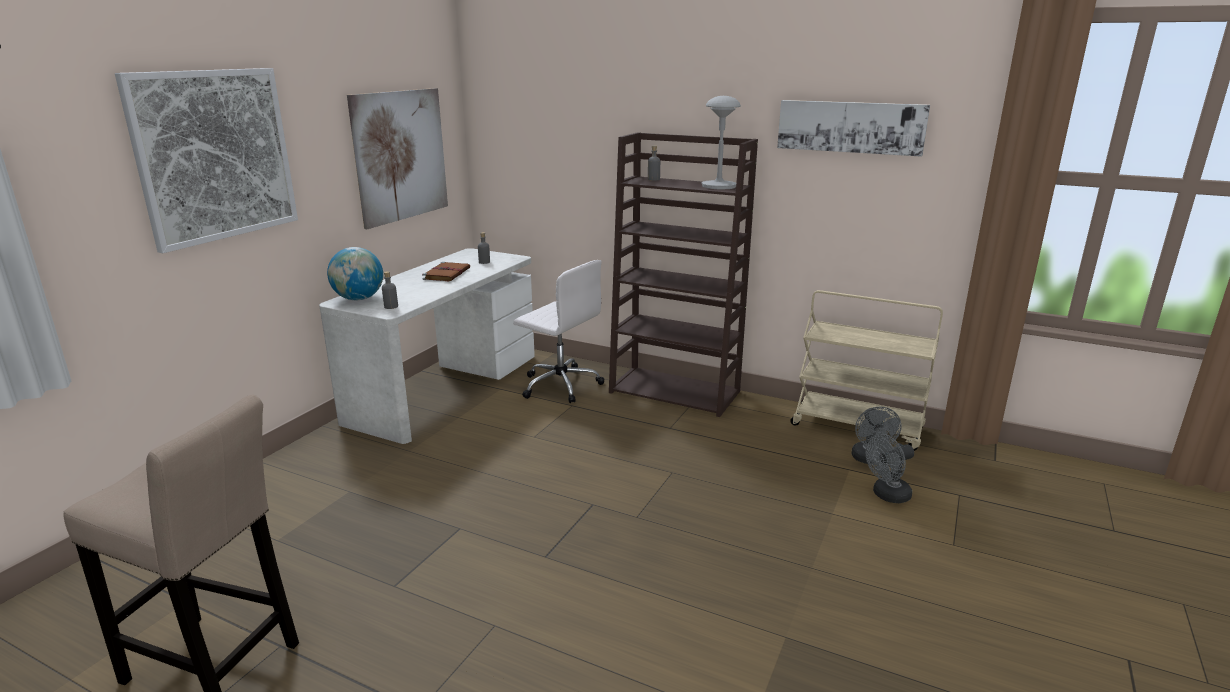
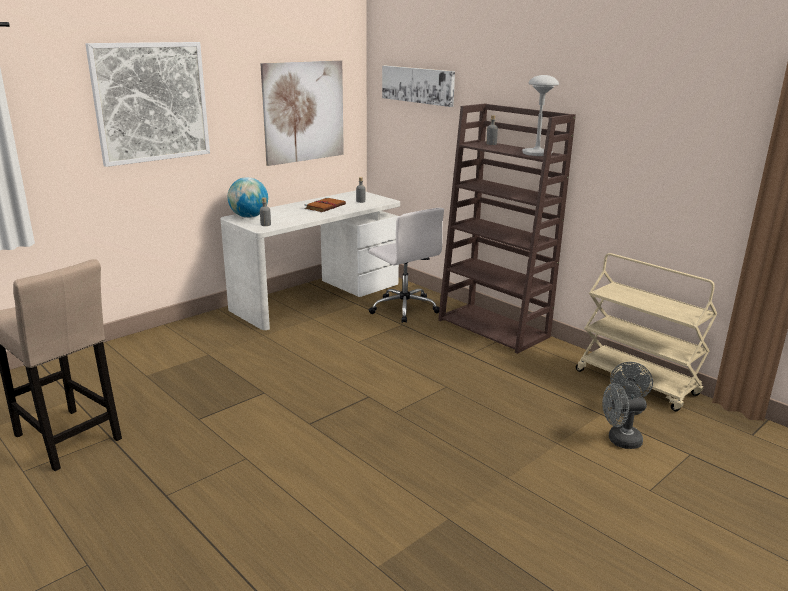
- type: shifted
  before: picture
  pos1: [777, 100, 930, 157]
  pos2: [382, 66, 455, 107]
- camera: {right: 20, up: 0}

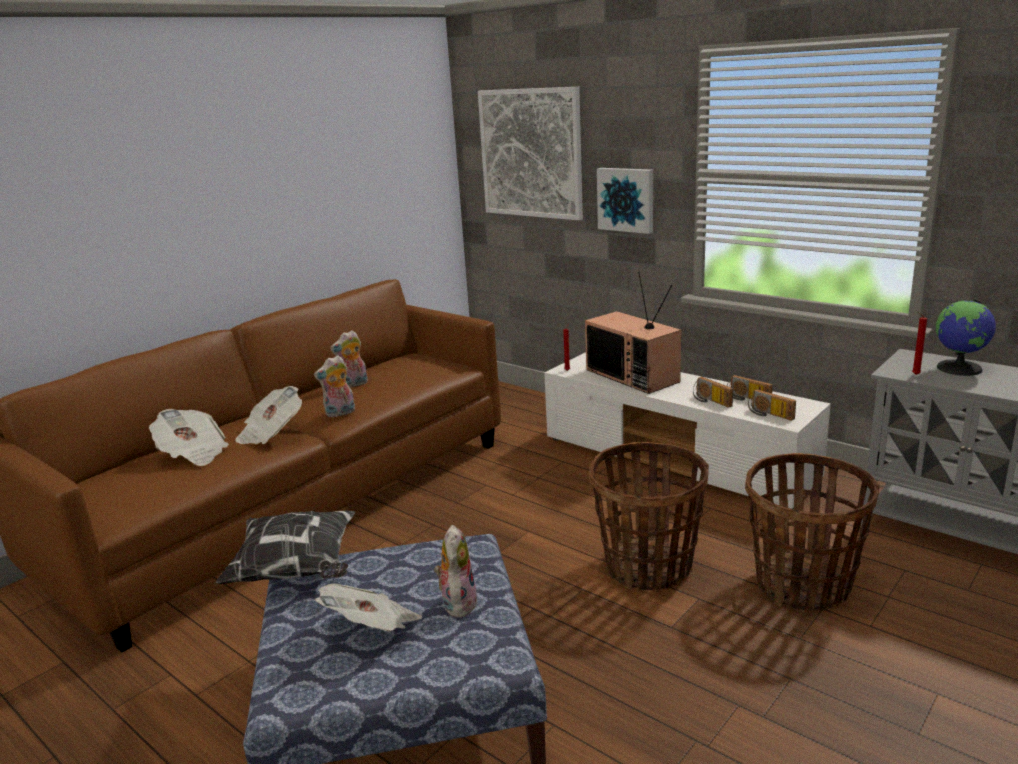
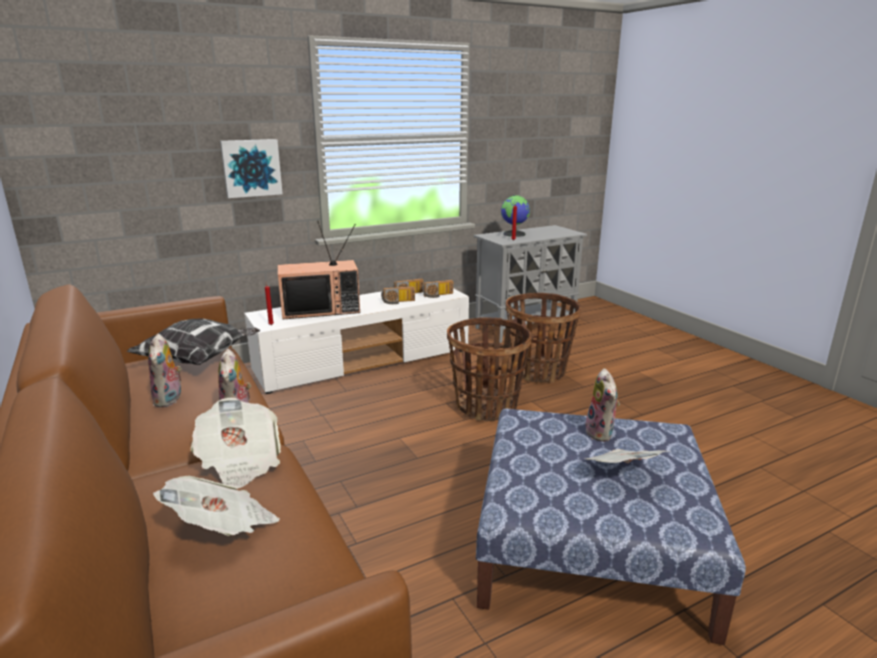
- type: shifted
  before: pillow
  pos1: [215, 510, 355, 584]
  pos2: [126, 318, 260, 365]
- type: rotated
  before: plush toy
  pos1: [434, 525, 478, 618]
  pos2: [585, 368, 620, 442]
  turn: -120
- type: gone
  before: picture
  pos1: [478, 87, 583, 220]
- camera: {right: -70, up: 0}

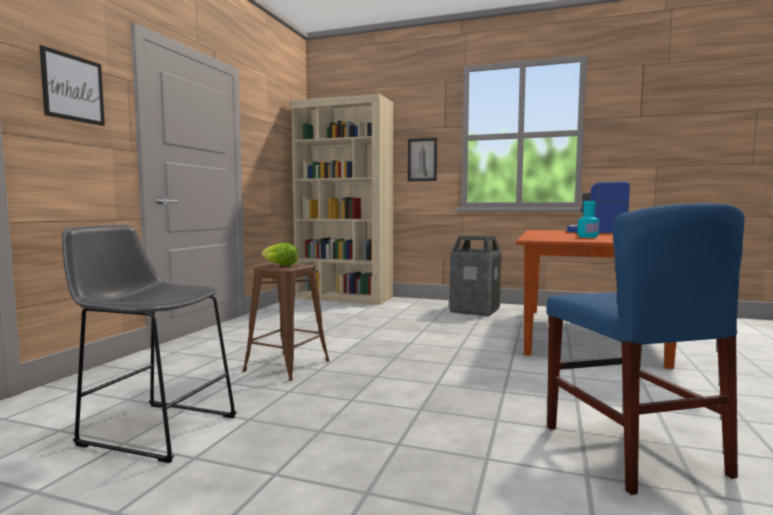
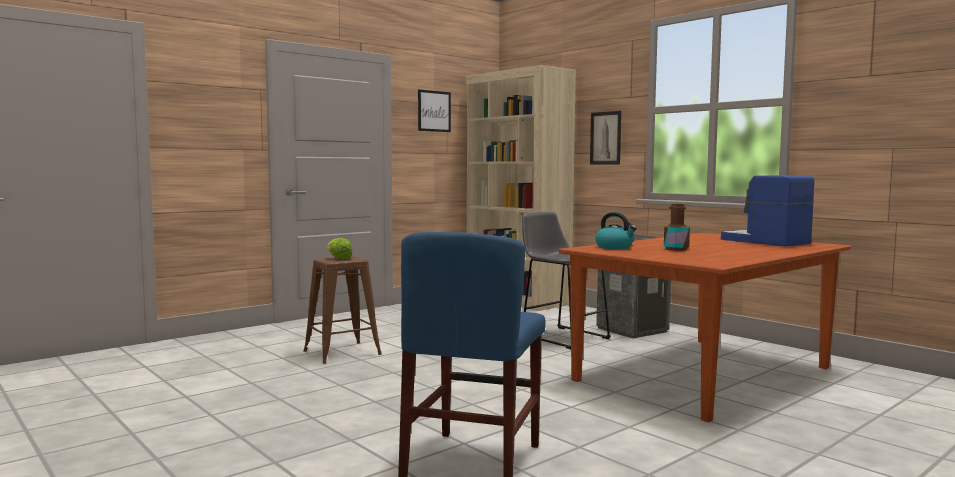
- type: shifted
  before: picture
  pos1: [39, 45, 105, 126]
  pos2: [418, 89, 451, 132]
- type: shifted
  before: grey stool
  pos1: [62, 225, 237, 463]
  pos2: [522, 212, 611, 349]
- type: repainted
  before: turquoise bottle
  after: brown bottle
  pos1: [578, 201, 600, 238]
  pos2: [664, 204, 690, 251]
- type: new
  after: kettle
  pos2: [595, 212, 637, 249]
- camera: {right: 30, up: 0}

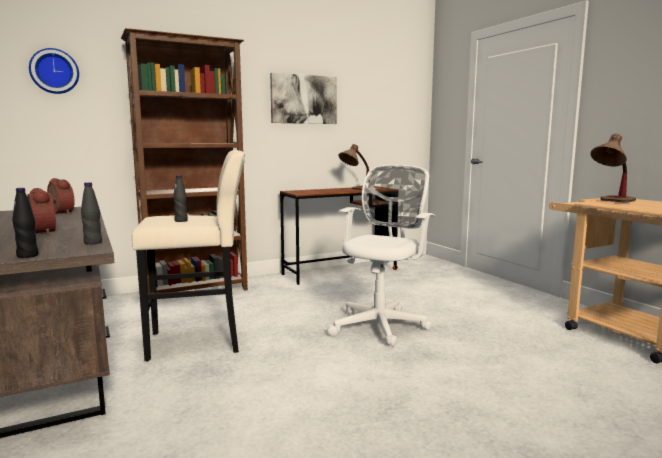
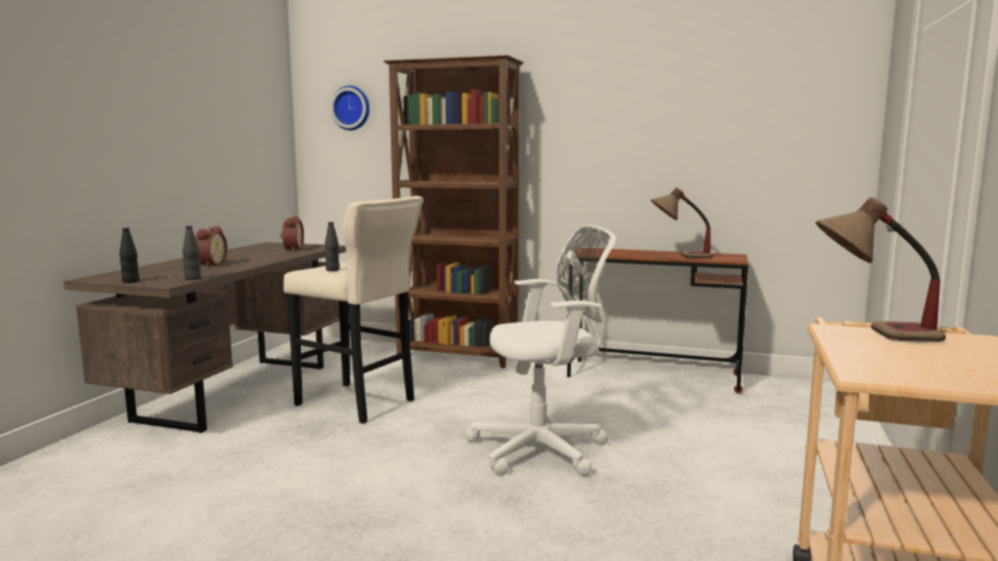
- type: gone
  before: picture
  pos1: [270, 73, 337, 124]
- camera: {right: 45, up: 0}

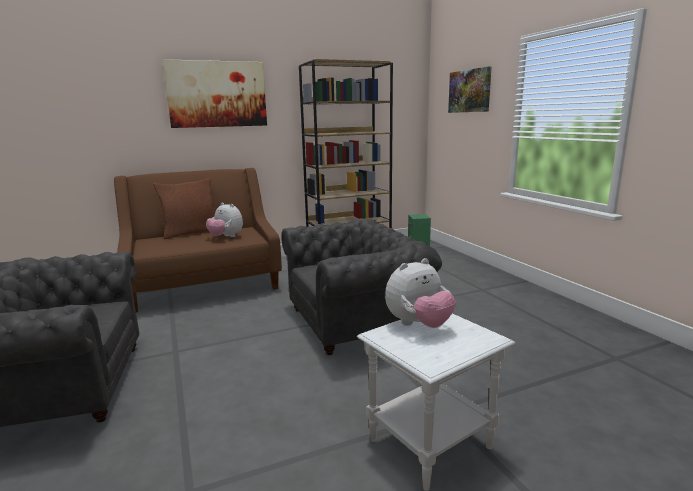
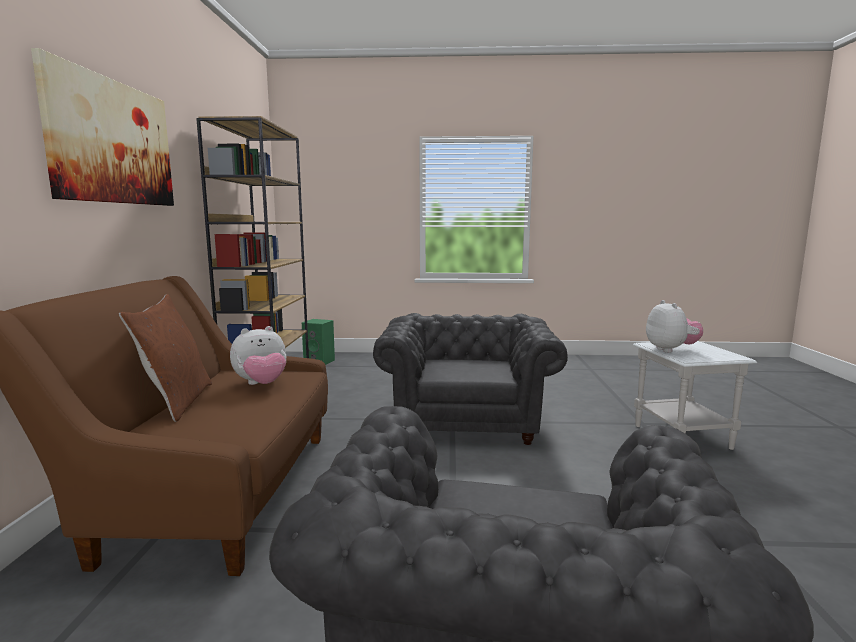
- type: gone
  before: picture
  pos1: [448, 66, 492, 113]
- camera: {right: -65, up: -5}

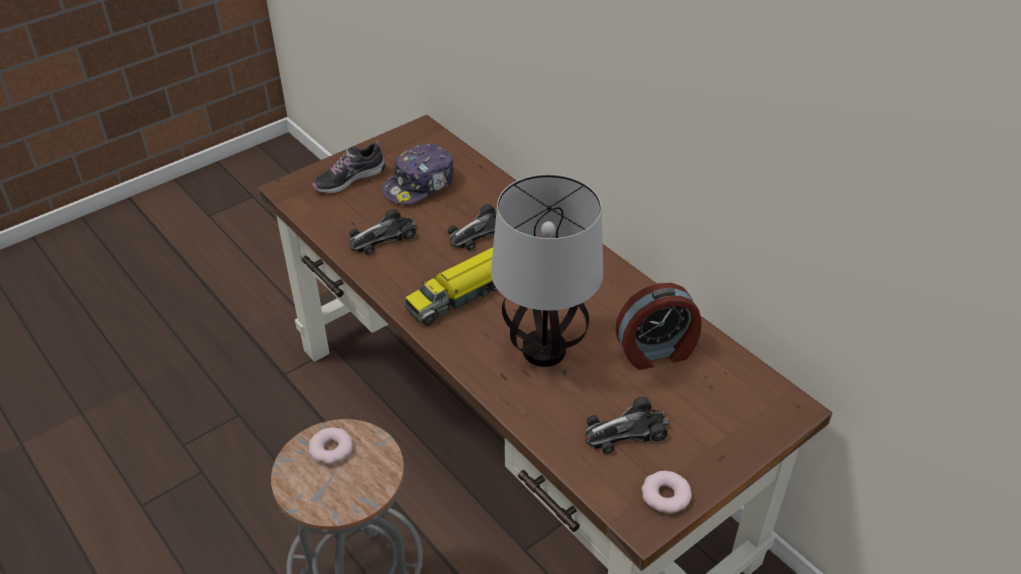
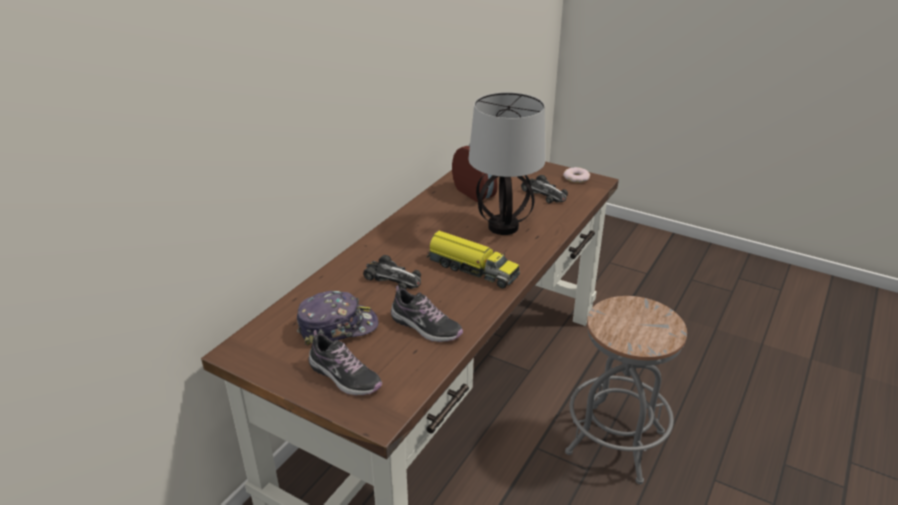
- type: gone
  before: donut
  pos1: [309, 427, 353, 465]
- type: swapped
  before: toy car
  after: shoe
  pos1: [349, 209, 417, 255]
  pos2: [391, 285, 463, 342]
- type: rotated
  before: cap
  pos1: [382, 144, 454, 205]
  pos2: [297, 291, 379, 345]
  turn: -45
- camera: {right: -110, up: -10}

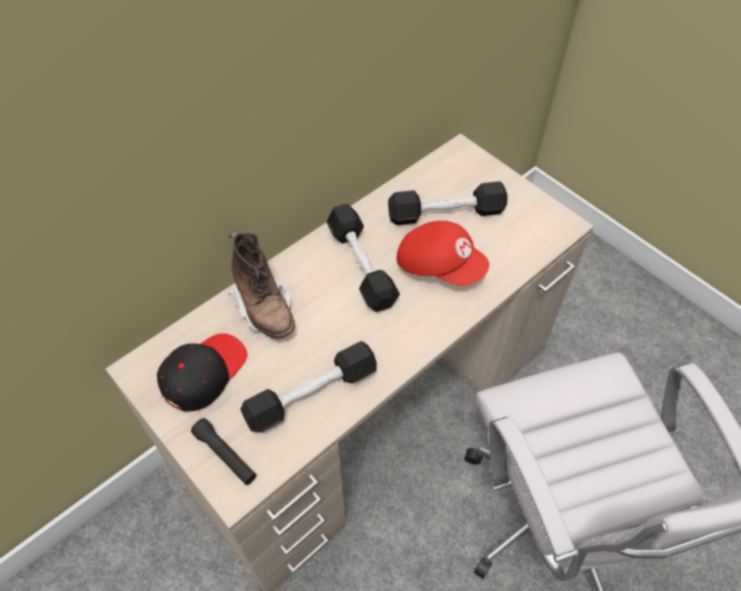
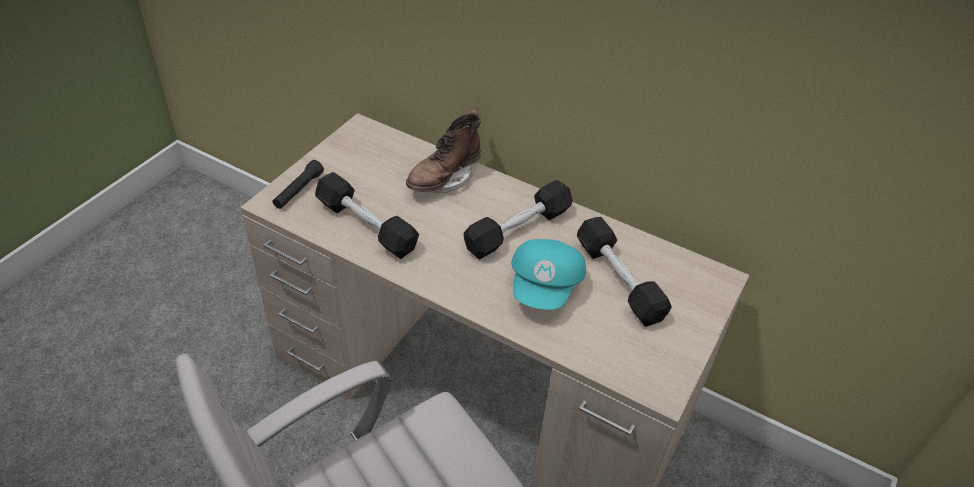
- type: gone
  before: black cap
  pos1: [157, 333, 247, 412]
- type: repainted
  before: red cap
  after: turquoise cap
  pos1: [397, 221, 489, 286]
  pos2: [511, 239, 586, 310]
- camera: {right: 70, up: -10}

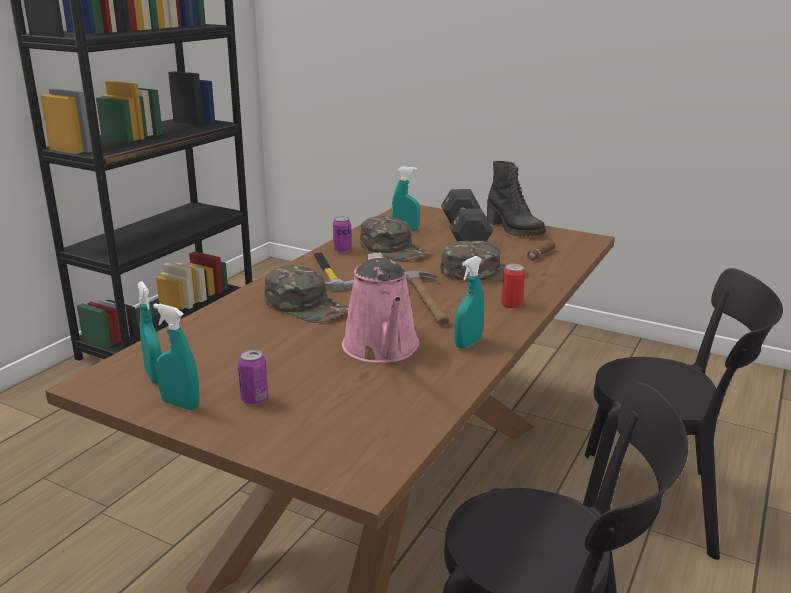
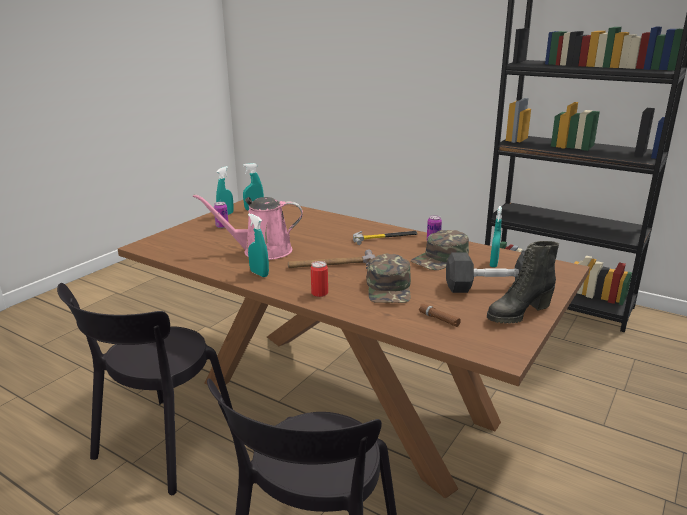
- type: gone
  before: green cap
  pos1: [264, 265, 349, 323]
- camera: {right: 95, up: 0}

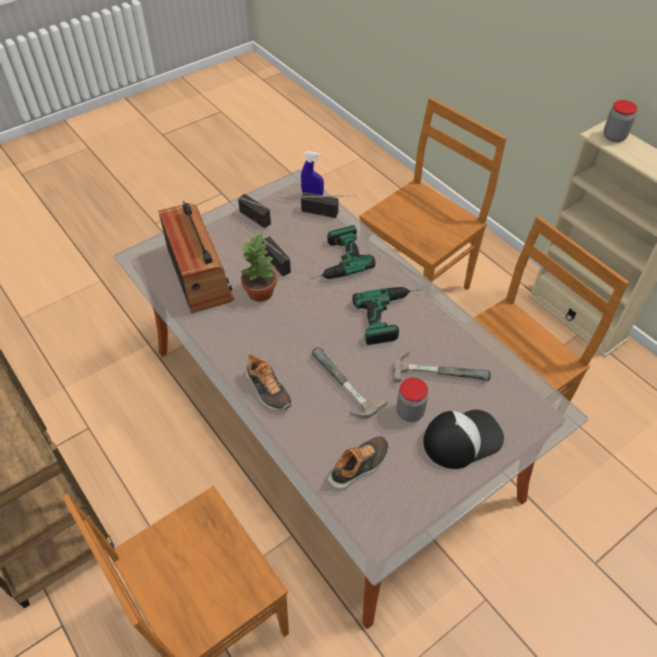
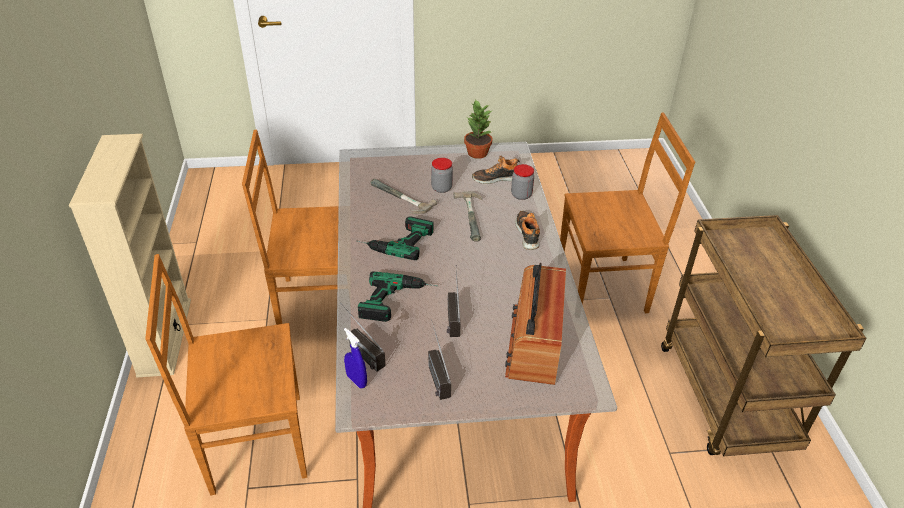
- type: shifted
  before: potted plant
  pos1: [240, 233, 277, 302]
  pos2: [464, 99, 493, 159]
- type: gone
  before: cap
  pos1: [423, 410, 504, 469]
- type: shifted
  before: jar
  pos1: [603, 100, 638, 142]
  pos2: [511, 164, 534, 200]
- camera: {right: -150, up: -10}

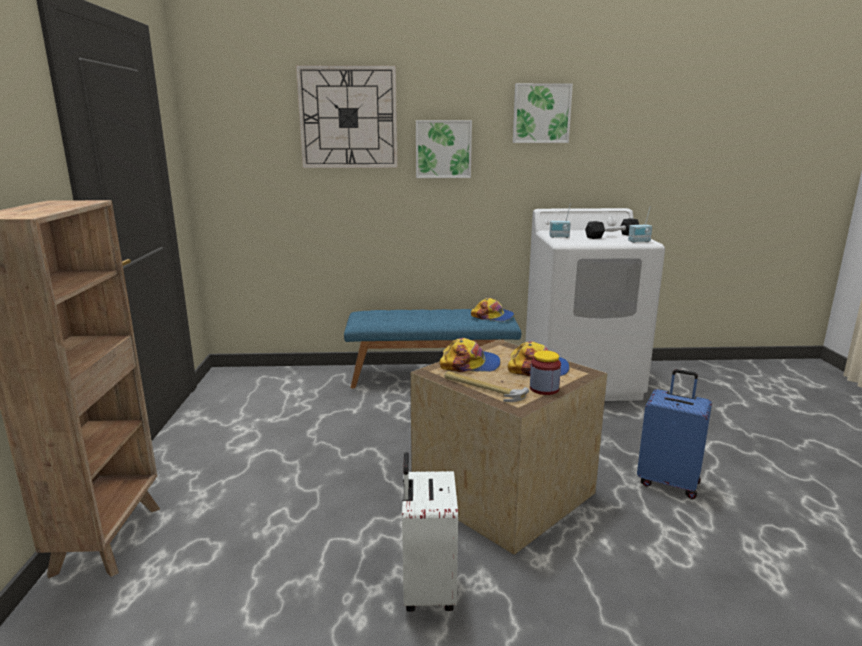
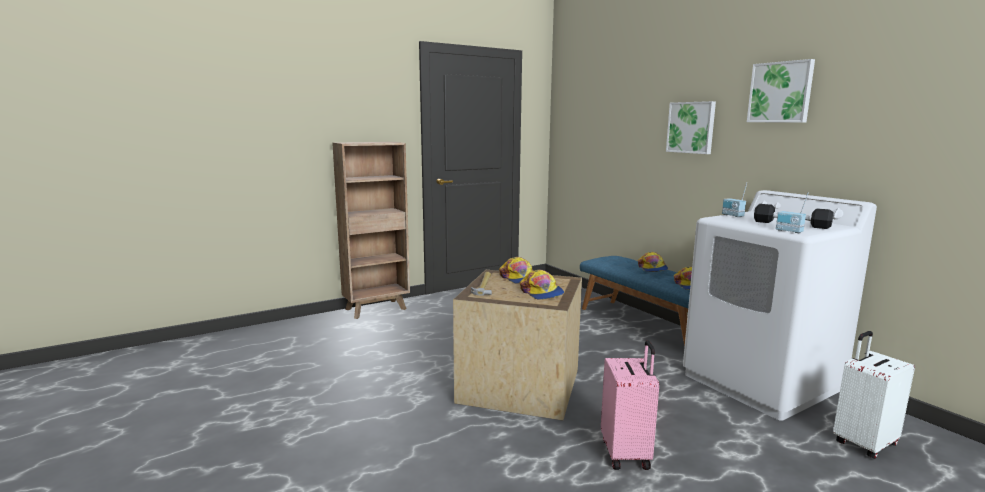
- type: gone
  before: wall clock
  pos1: [296, 65, 398, 168]
- type: shifted
  before: white suitcase
  pos1: [402, 452, 458, 612]
  pos2: [833, 331, 915, 459]
- type: gone
  before: jar
  pos1: [530, 350, 561, 395]
- type: repainted
  before: blue suitcase
  after: pink suitcase
  pos1: [637, 369, 712, 499]
  pos2: [601, 340, 659, 470]
- type: new
  after: cap
  pos2: [638, 252, 668, 272]
- camera: {right: 60, up: -5}

